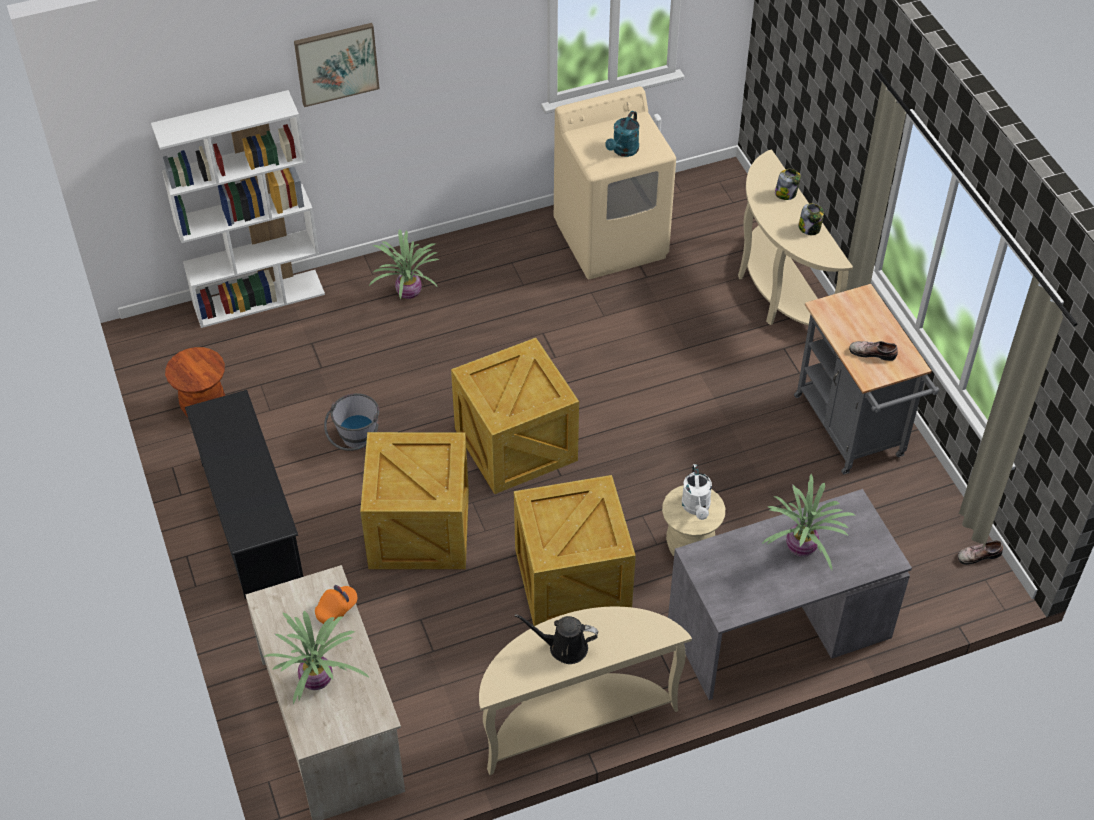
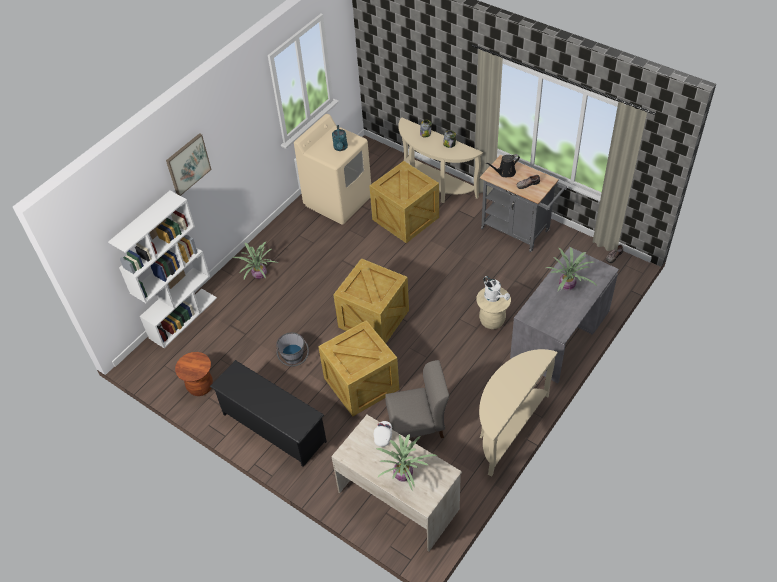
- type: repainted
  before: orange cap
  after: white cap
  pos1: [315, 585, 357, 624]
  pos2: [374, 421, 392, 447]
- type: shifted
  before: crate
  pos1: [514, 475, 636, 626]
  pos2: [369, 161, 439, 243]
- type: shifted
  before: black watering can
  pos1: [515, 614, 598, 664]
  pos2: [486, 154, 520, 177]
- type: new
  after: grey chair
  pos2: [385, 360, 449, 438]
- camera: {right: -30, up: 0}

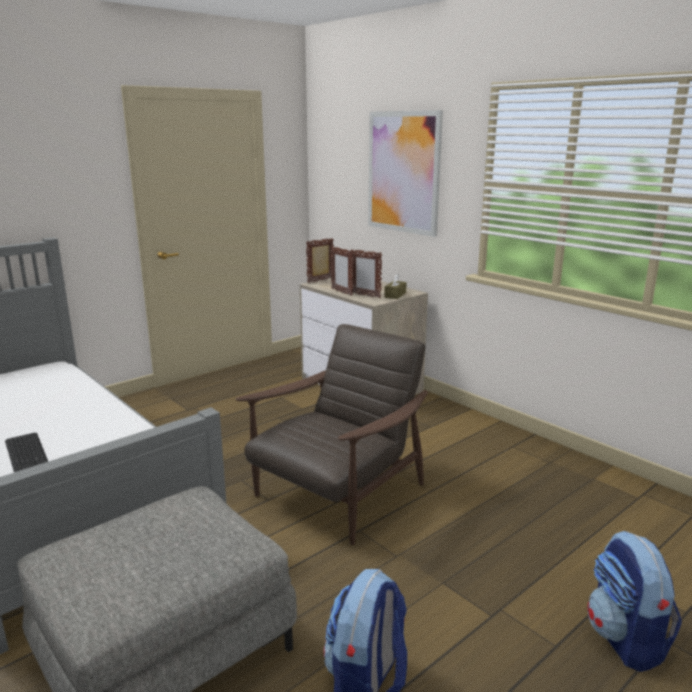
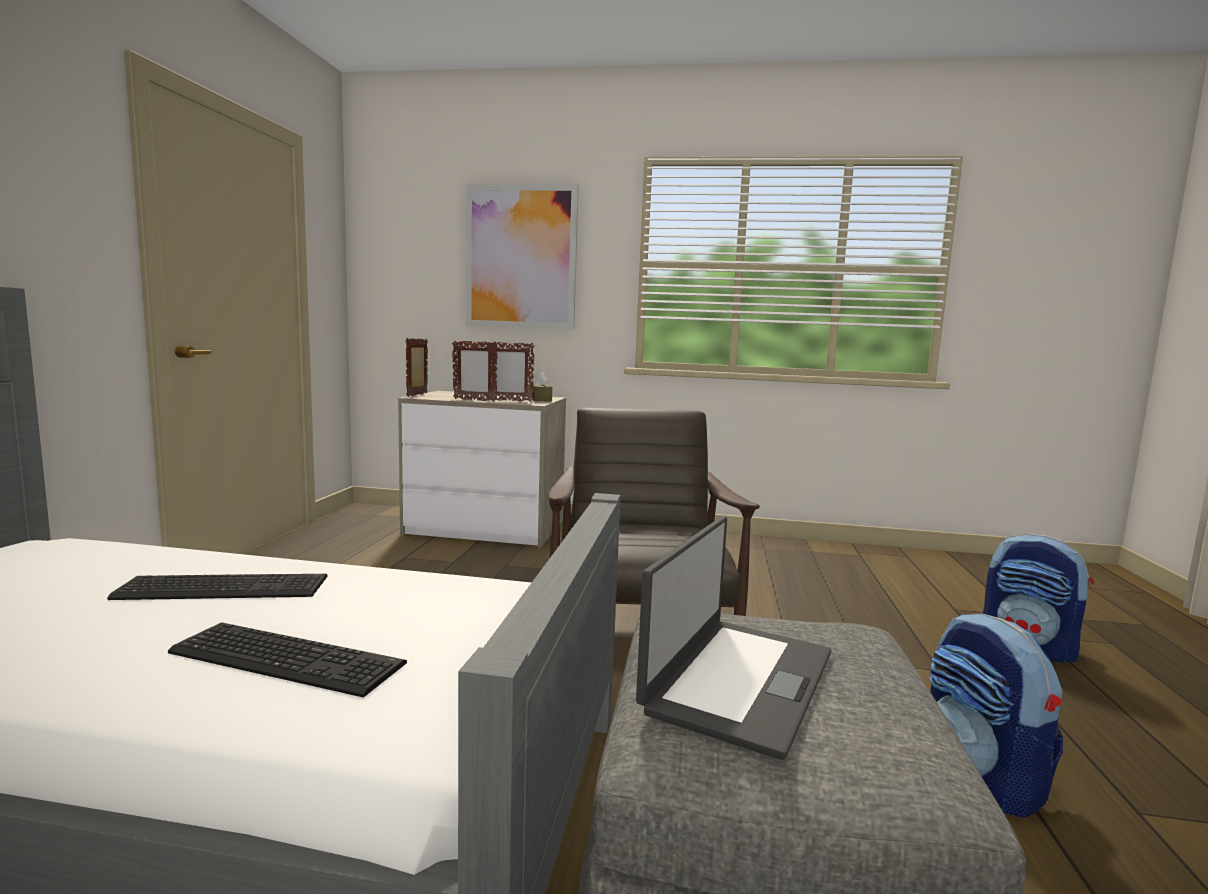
- type: new
  after: keyboard
  pos2: [107, 573, 327, 600]
- type: new
  after: laptop
  pos2: [636, 517, 831, 760]
- camera: {right: -40, up: -10}

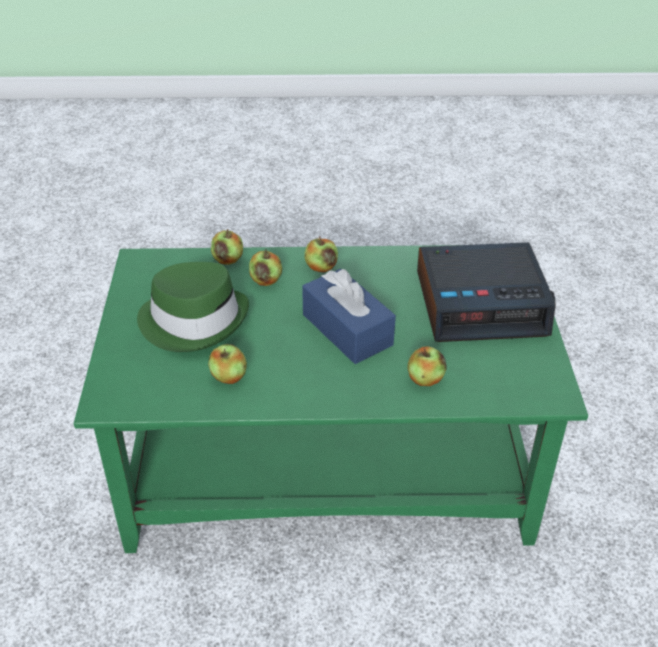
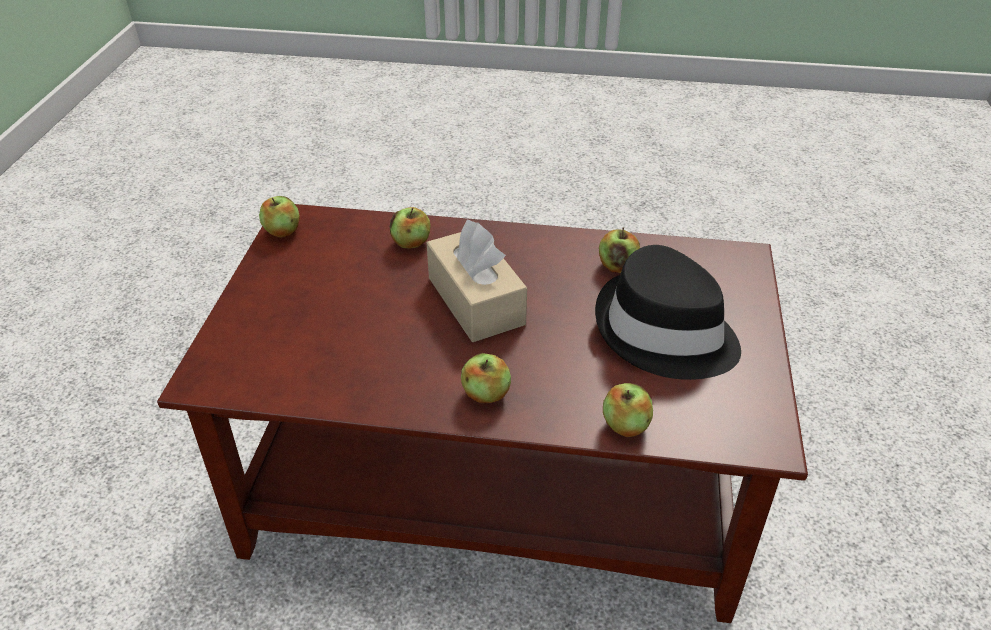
- type: repainted
  before: green coffee table
  after: brown coffee table
  pos1: [74, 245, 588, 553]
  pos2: [157, 204, 808, 623]
- type: repainted
  before: green hat
  after: black hat
  pos1: [137, 262, 249, 352]
  pos2: [595, 245, 741, 380]
- type: shifted
  before: apple
  pos1: [249, 249, 282, 286]
  pos2: [259, 196, 300, 238]
- type: repainted
  before: blue tissue box
  after: beige tissue box
  pos1: [302, 269, 396, 364]
  pos2: [427, 220, 527, 342]
- type: gone
  before: alarm clock
  pos1: [417, 242, 556, 342]
- camera: {right: -170, up: 0}

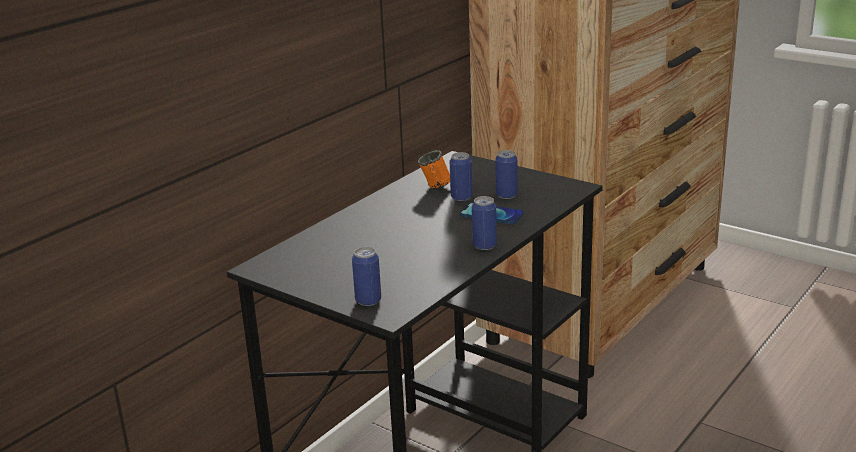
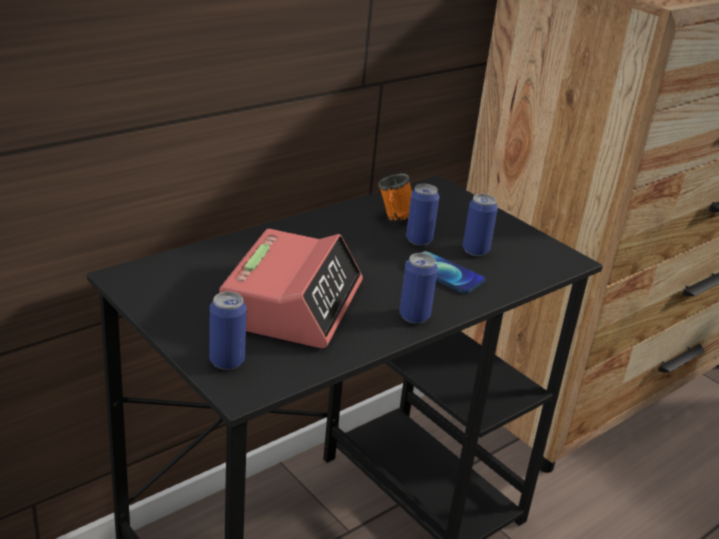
- type: new
  after: alarm clock
  pos2: [219, 229, 363, 348]
- camera: {right: 10, up: 5}

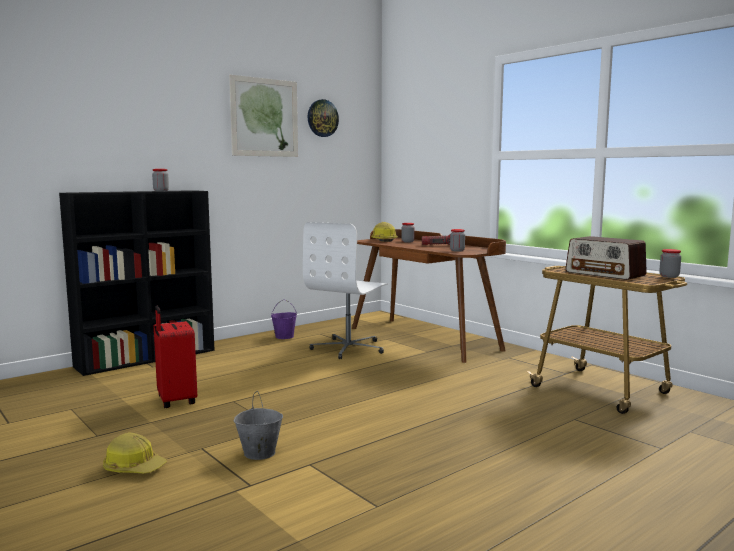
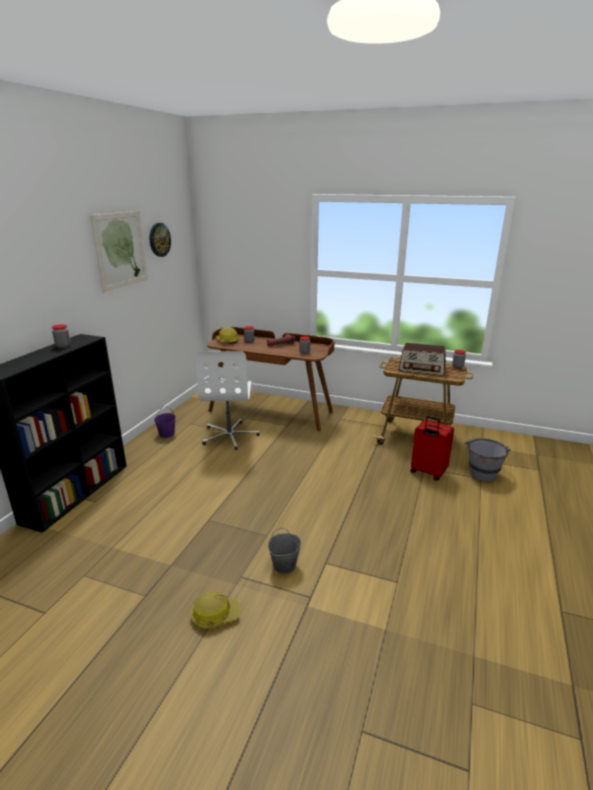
- type: shifted
  before: red suitcase
  pos1: [154, 306, 197, 408]
  pos2: [410, 416, 454, 480]
- type: new
  after: grey bucket
  pos2: [465, 438, 511, 482]
- camera: {right: -30, up: 15}

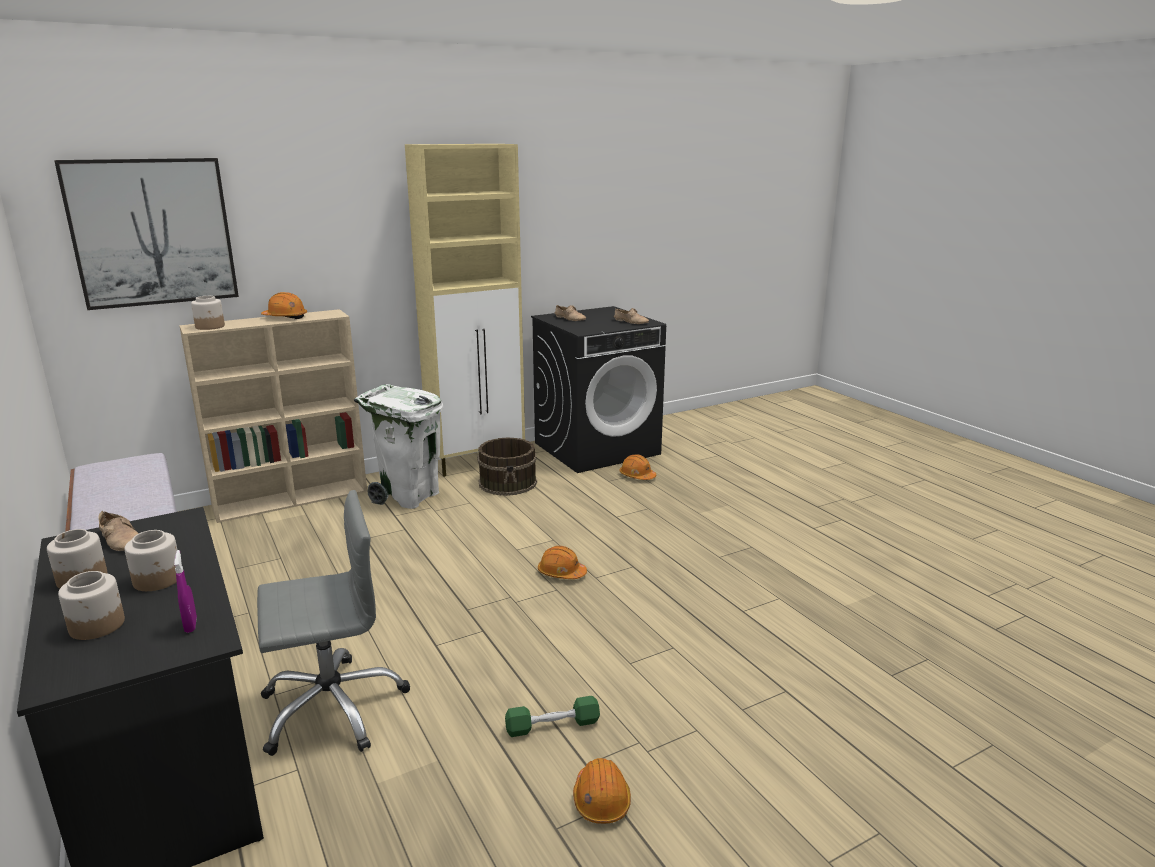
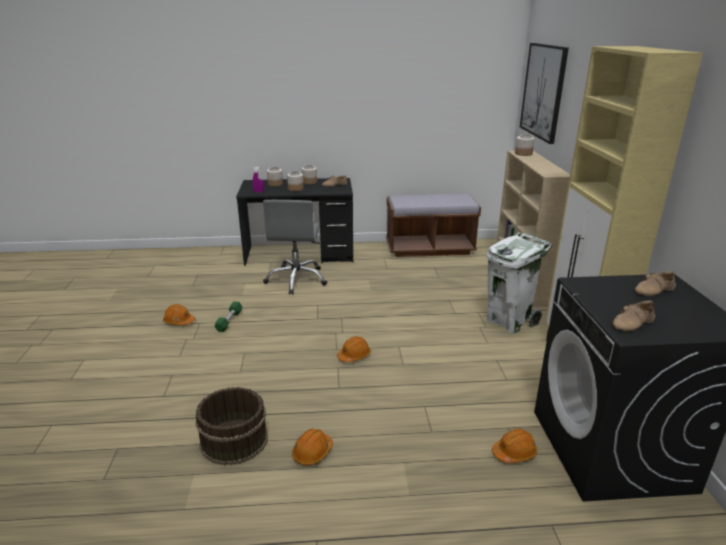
- type: shifted
  before: orange hard hat
  pos1: [261, 292, 307, 319]
  pos2: [292, 429, 333, 466]
- type: shifted
  before: brown bucket
  pos1: [477, 437, 537, 496]
  pos2: [195, 387, 268, 465]
- camera: {right: 115, up: 5}

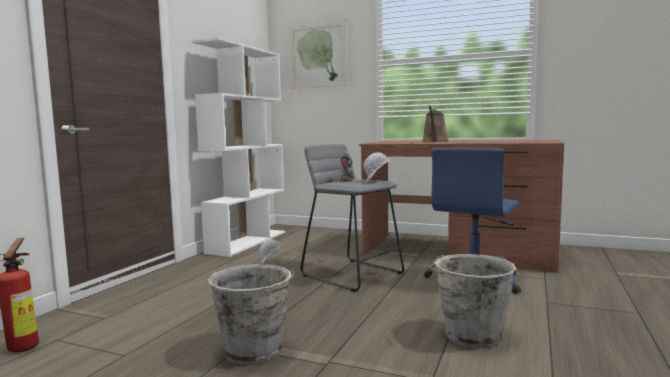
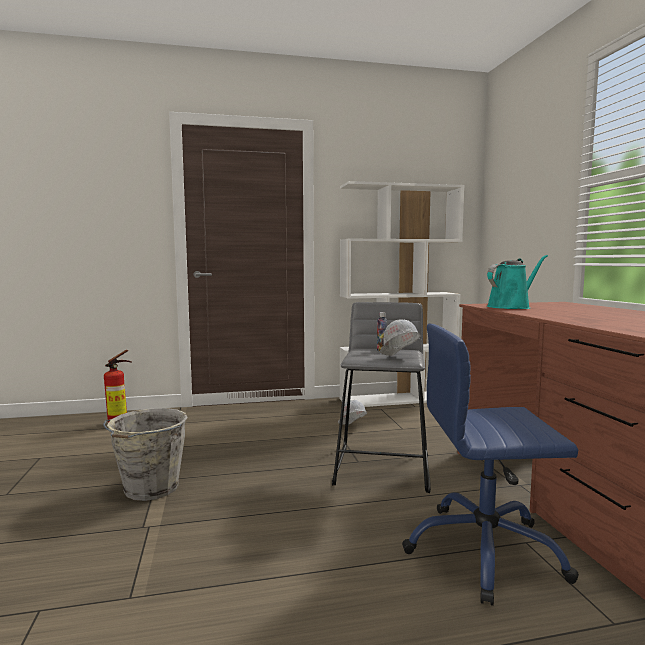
- type: gone
  before: picture
  pos1: [289, 20, 347, 89]
- type: gone
  before: brown watering can
  pos1: [422, 105, 449, 142]
- type: gone
  before: grey bucket
  pos1: [428, 254, 517, 348]
- type: new
  after: turquoise watering can
  pos2: [487, 255, 548, 309]
- camera: {right: 55, up: 0}

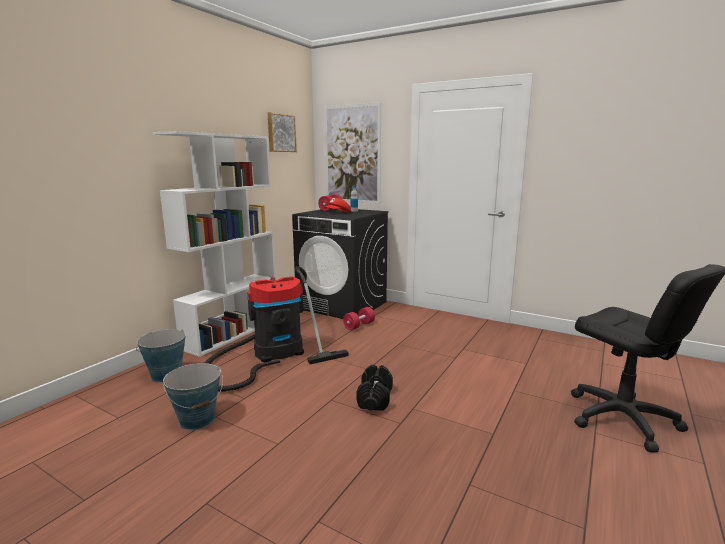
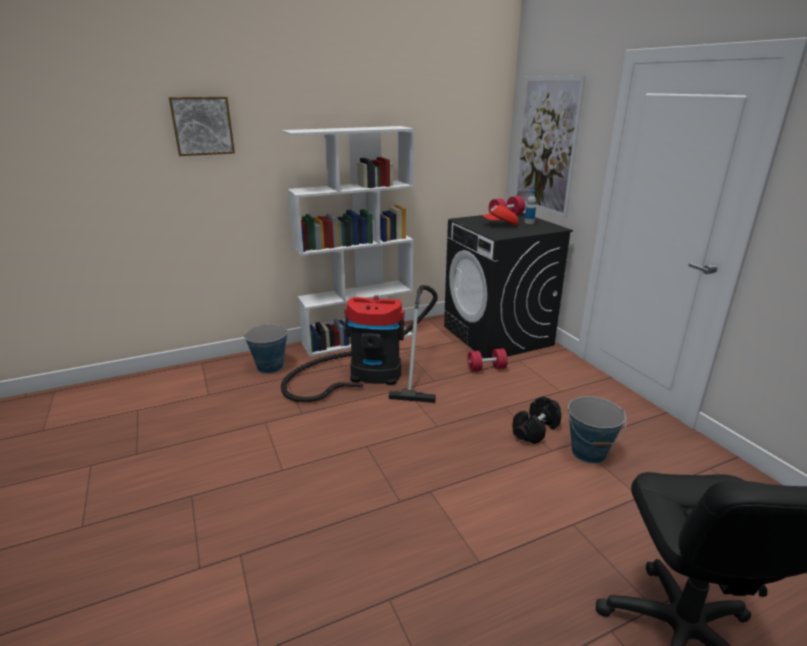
- type: shifted
  before: bucket
  pos1: [163, 363, 223, 430]
  pos2: [568, 396, 626, 464]
- type: shifted
  before: picture
  pos1: [268, 112, 297, 152]
  pos2: [169, 97, 235, 156]
- type: shifted
  before: black dumbbell
  pos1: [356, 365, 393, 411]
  pos2: [512, 396, 561, 444]
- camera: {right: 35, up: 10}

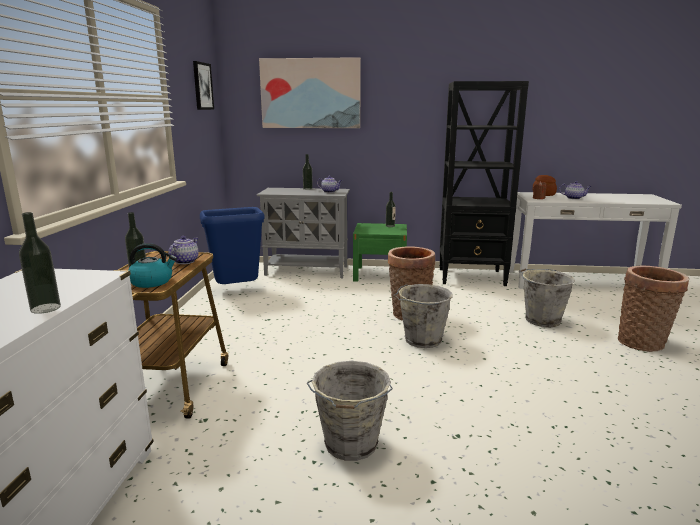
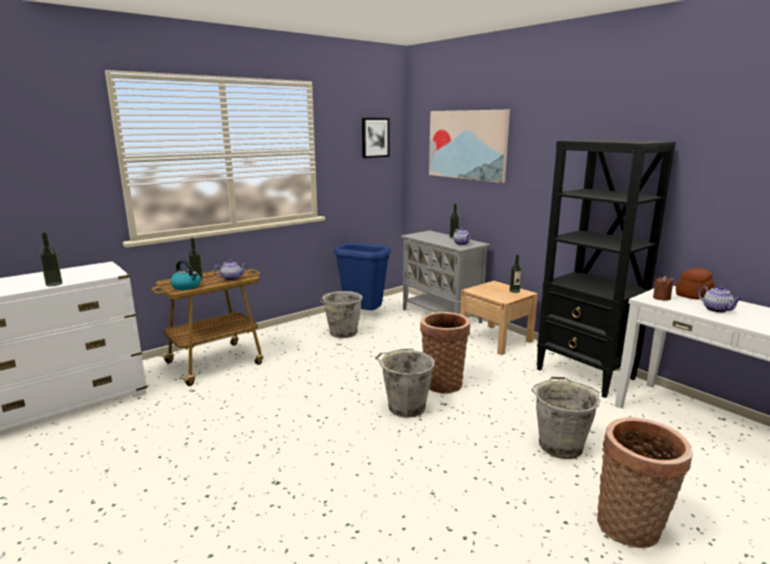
- type: shifted
  before: grey bucket
  pos1: [307, 361, 393, 461]
  pos2: [319, 291, 363, 338]
- type: repainted
  before: green nightstand
  after: beige nightstand
  pos1: [353, 223, 407, 282]
  pos2: [460, 281, 538, 355]
- camera: {right: 45, up: 0}

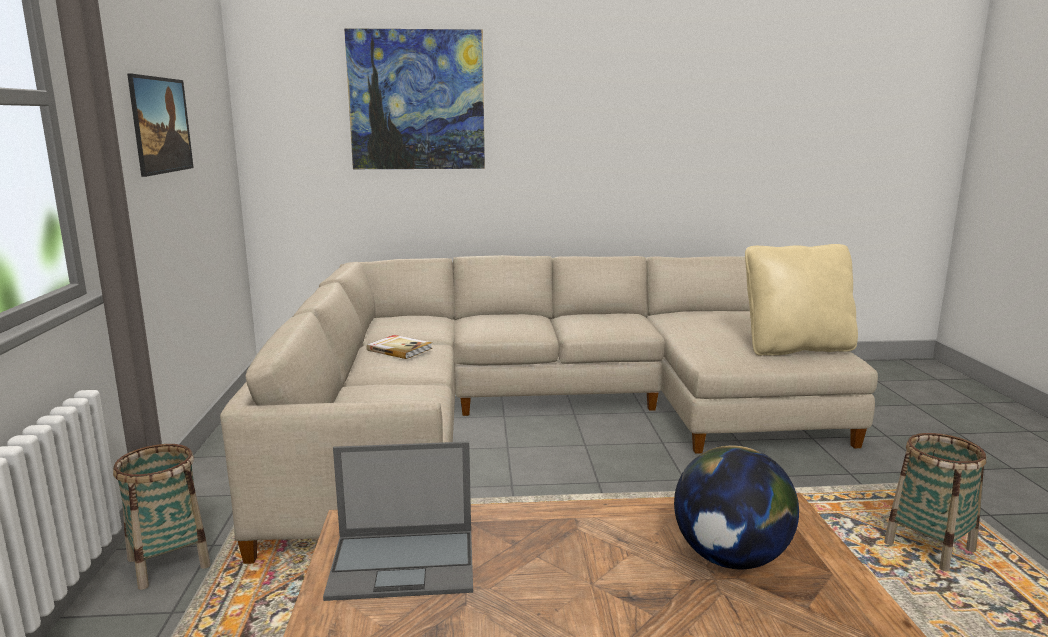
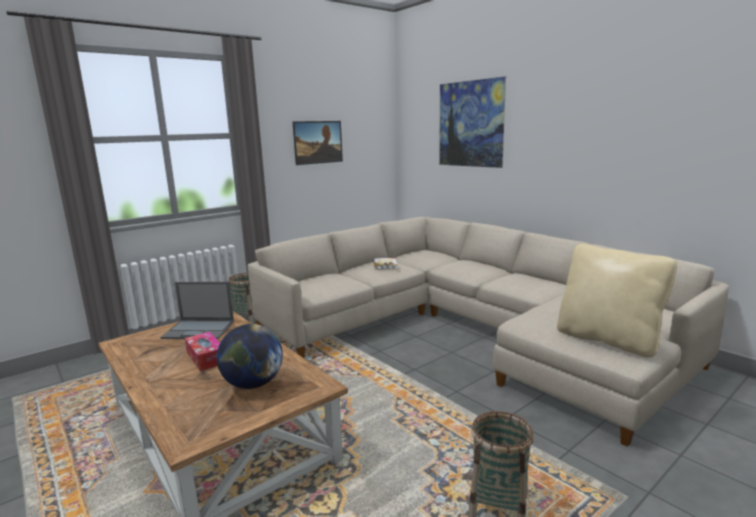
- type: rotated
  before: laptop
  pos1: [323, 442, 473, 601]
  pos2: [161, 282, 234, 339]
  turn: -45
- type: new
  after: tissue box
  pos2: [185, 332, 220, 371]
- camera: {right: 55, up: 0}

